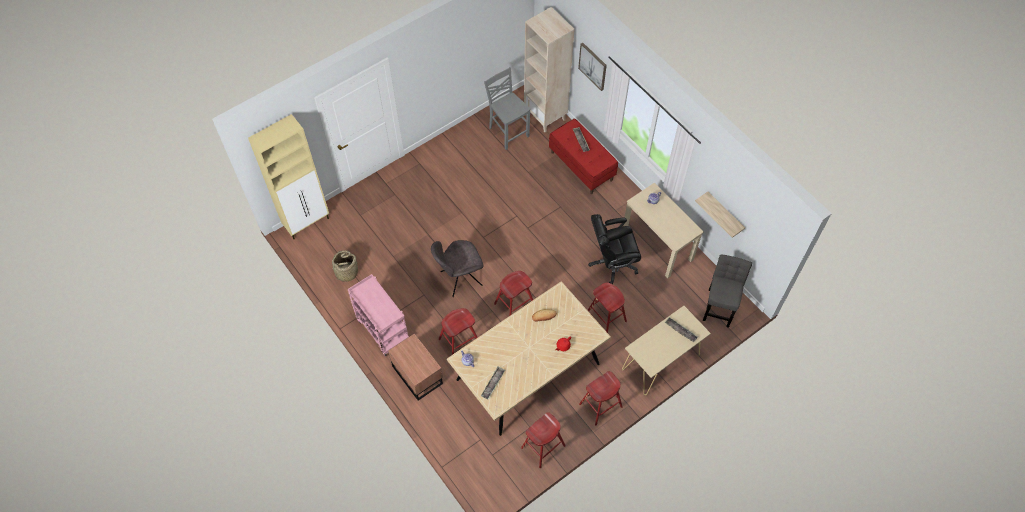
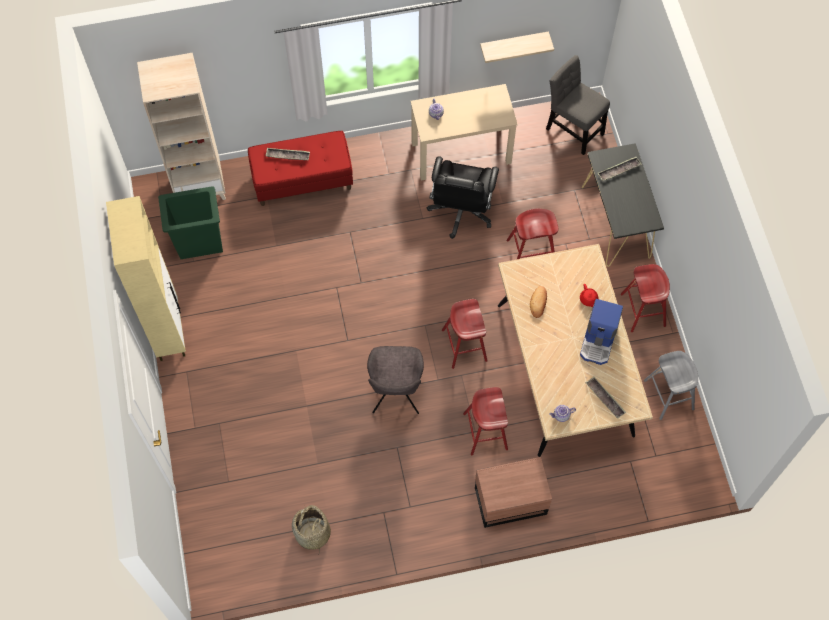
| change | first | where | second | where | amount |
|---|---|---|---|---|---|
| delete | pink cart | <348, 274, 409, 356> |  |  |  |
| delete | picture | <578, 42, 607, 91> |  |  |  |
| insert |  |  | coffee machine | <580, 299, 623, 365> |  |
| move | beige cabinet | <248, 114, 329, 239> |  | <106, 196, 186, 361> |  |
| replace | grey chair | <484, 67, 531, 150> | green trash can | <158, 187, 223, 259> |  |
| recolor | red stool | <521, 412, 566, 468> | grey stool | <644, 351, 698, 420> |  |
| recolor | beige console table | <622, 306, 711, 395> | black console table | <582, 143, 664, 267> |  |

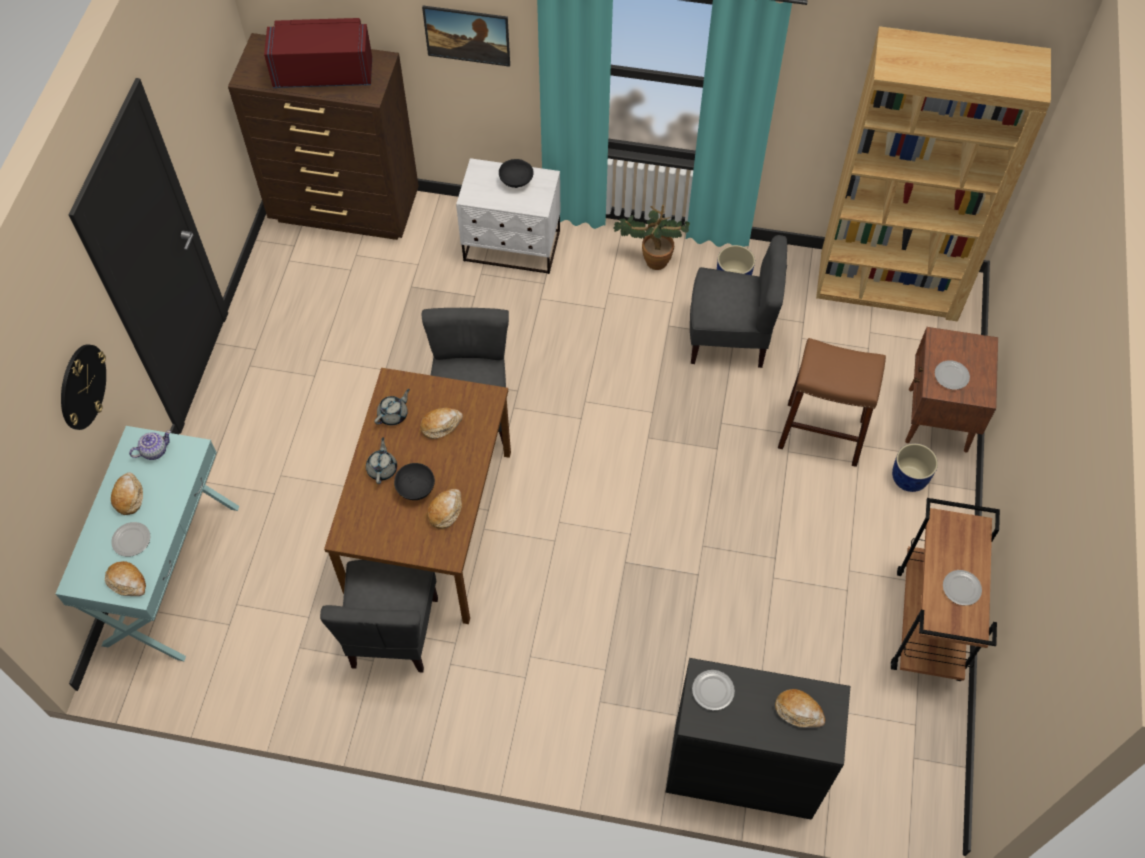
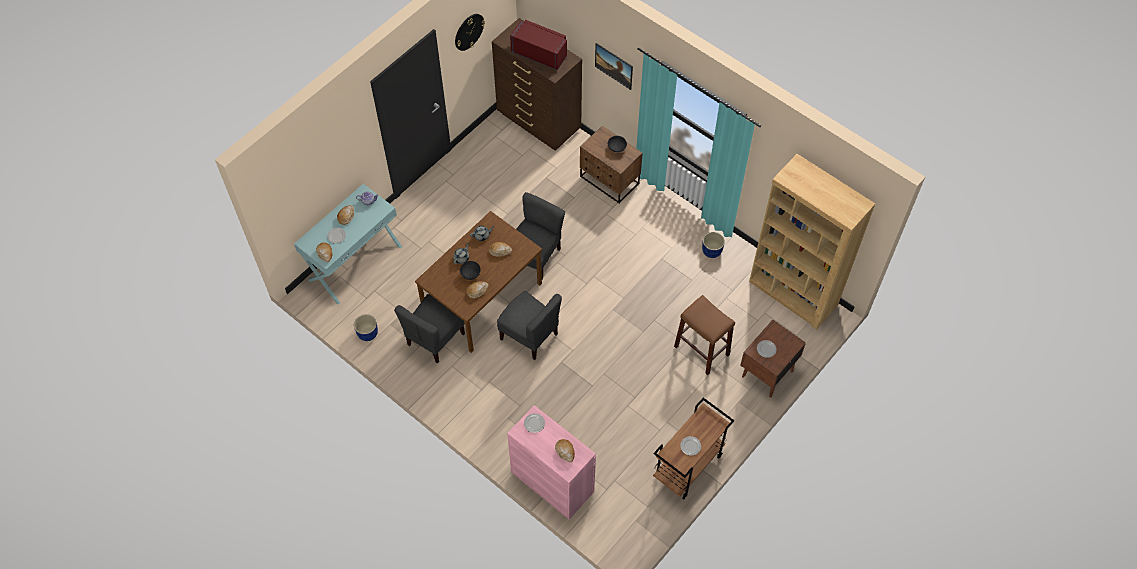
| change | first | where | second | where | amount |
|---|---|---|---|---|---|
| delete | potted plant | <613, 205, 690, 270> |  |  |  |
| move | wall clock | <61, 344, 106, 430> |  | <455, 14, 485, 51> |  |
| move | grey chair | <690, 235, 787, 368> |  | <497, 291, 562, 360> |  |
| move | blue planter | <892, 443, 938, 492> |  | <354, 314, 378, 341> |  |
| recolor | white nightstand | <456, 158, 560, 274> | brown nightstand | <580, 126, 643, 203> |  |
| recolor | black cabinet | <666, 658, 850, 820> | pink cabinet | <507, 405, 596, 520> |  |

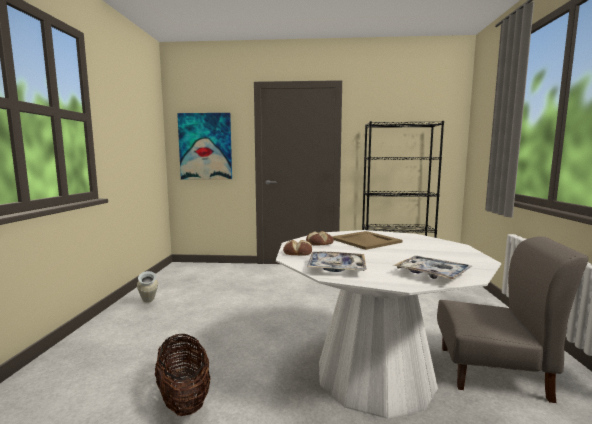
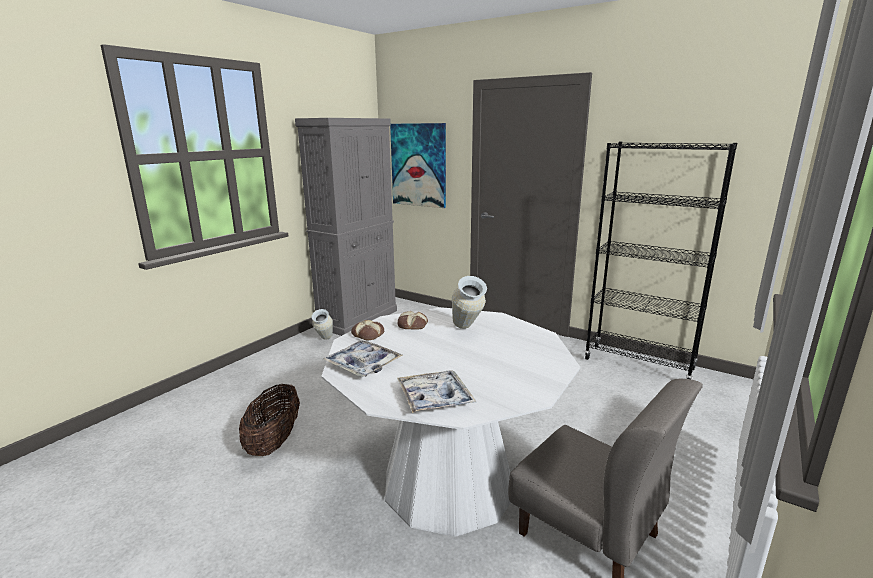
| change | first | where | second | where | amount |
|---|---|---|---|---|---|
| insert |  |  | grey cabinet | <295, 118, 397, 336> |  |
| replace | beige tray | <332, 231, 403, 250> | vase | <452, 276, 487, 329> |  |

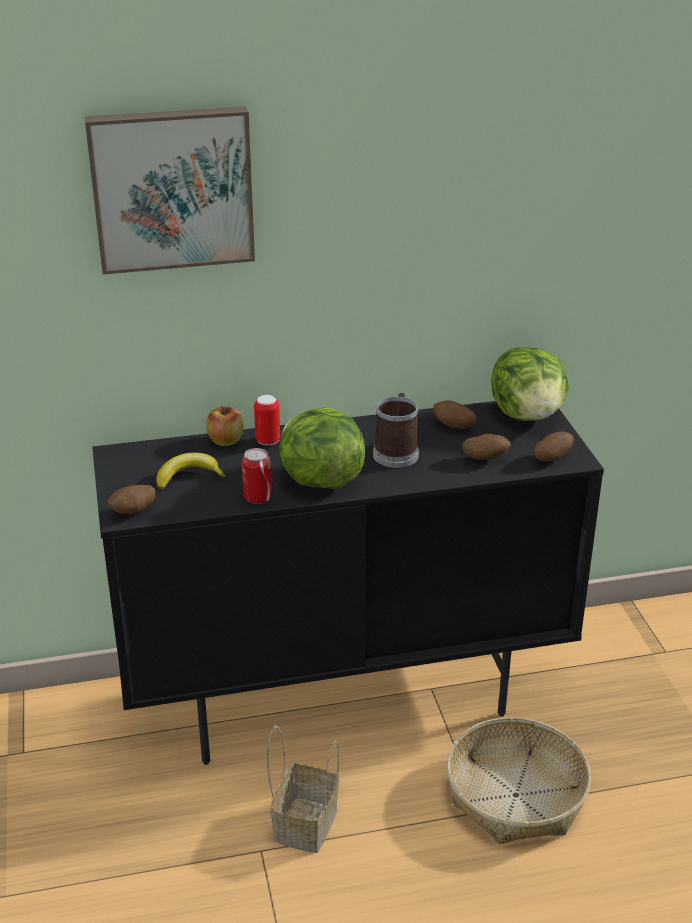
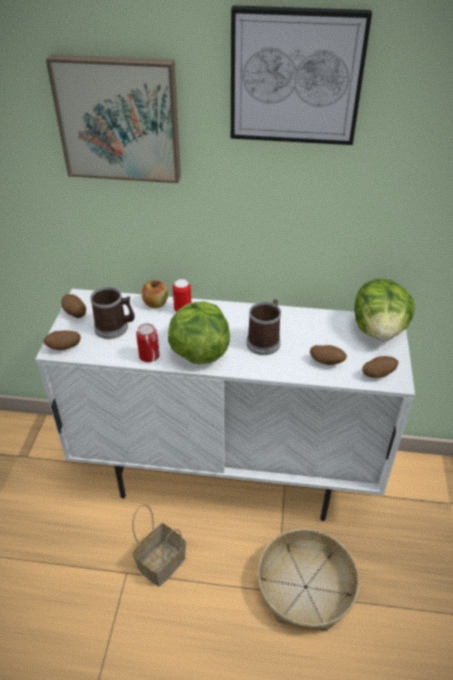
| change | first | where | second | where | amount |
|---|---|---|---|---|---|
| insert |  |  | picture | <231, 5, 372, 145> |  |
| move | potato | <433, 401, 476, 429> |  | <61, 294, 86, 318> |  |
| replace | banana | <156, 453, 225, 490> | mug | <90, 287, 135, 339> |  |
| recolor | black cabinet | <92, 401, 604, 765> | white cabinet | <35, 289, 415, 521> |  |

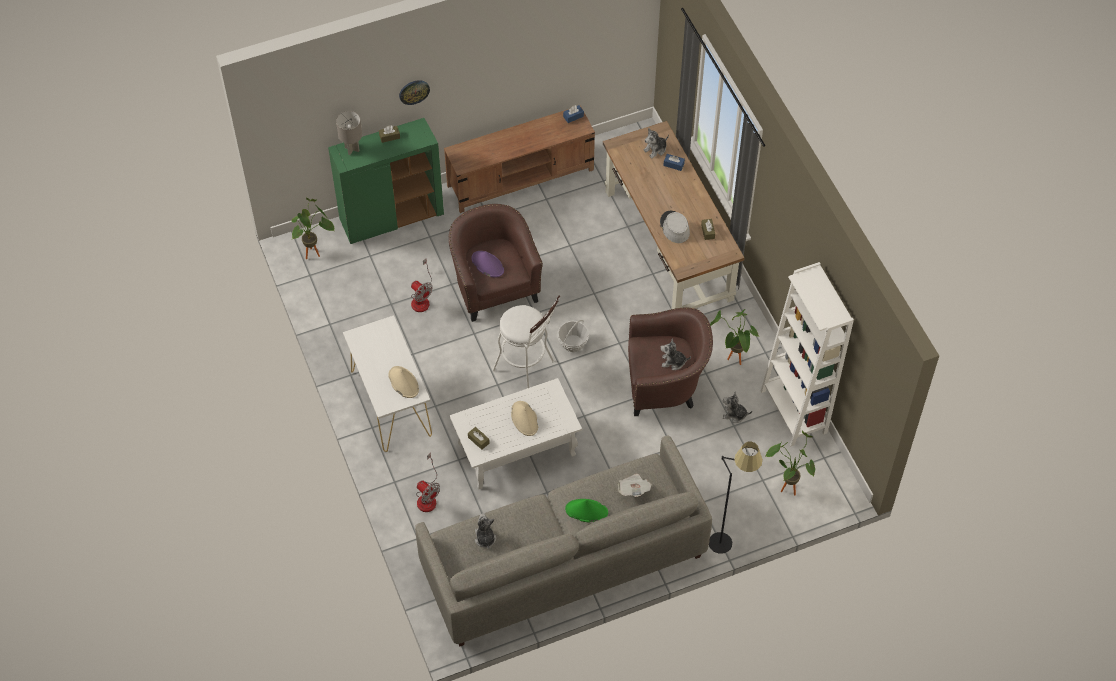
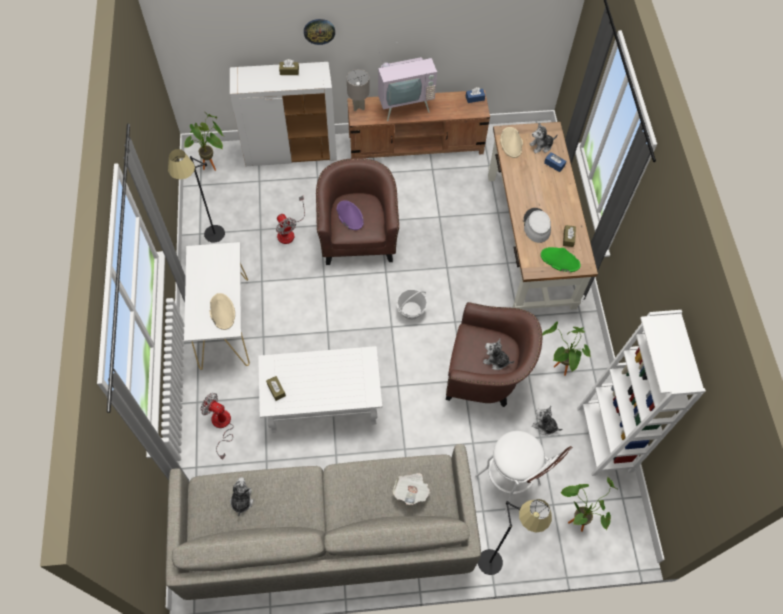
| change | first | where | second | where | amount |
|---|---|---|---|---|---|
| insert |  |  | black floor lamp | <168, 149, 225, 242> |  |
| insert |  |  | television | <378, 43, 437, 121> |  |
| move | grey table lamp | <336, 111, 362, 155> |  | <346, 69, 370, 111> |  |
| move | white stool | <492, 296, 561, 388> |  | <474, 431, 573, 513> |  |
| move | beige hat | <511, 401, 538, 436> |  | <500, 127, 523, 158> |  |
| move | green hat | <565, 499, 608, 523> |  | <541, 247, 581, 272> |  |
| recolor | green cabinet | <328, 118, 444, 244> | white cabinet | <230, 62, 337, 166> |  |
| rotate | fan | <416, 453, 440, 512> |  | <201, 393, 234, 460> | 150 degrees clockwise |

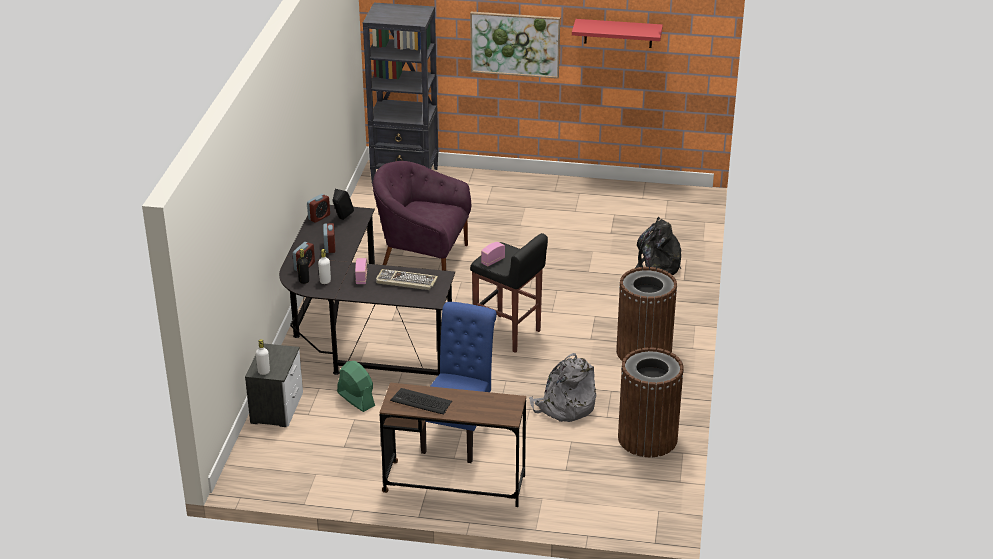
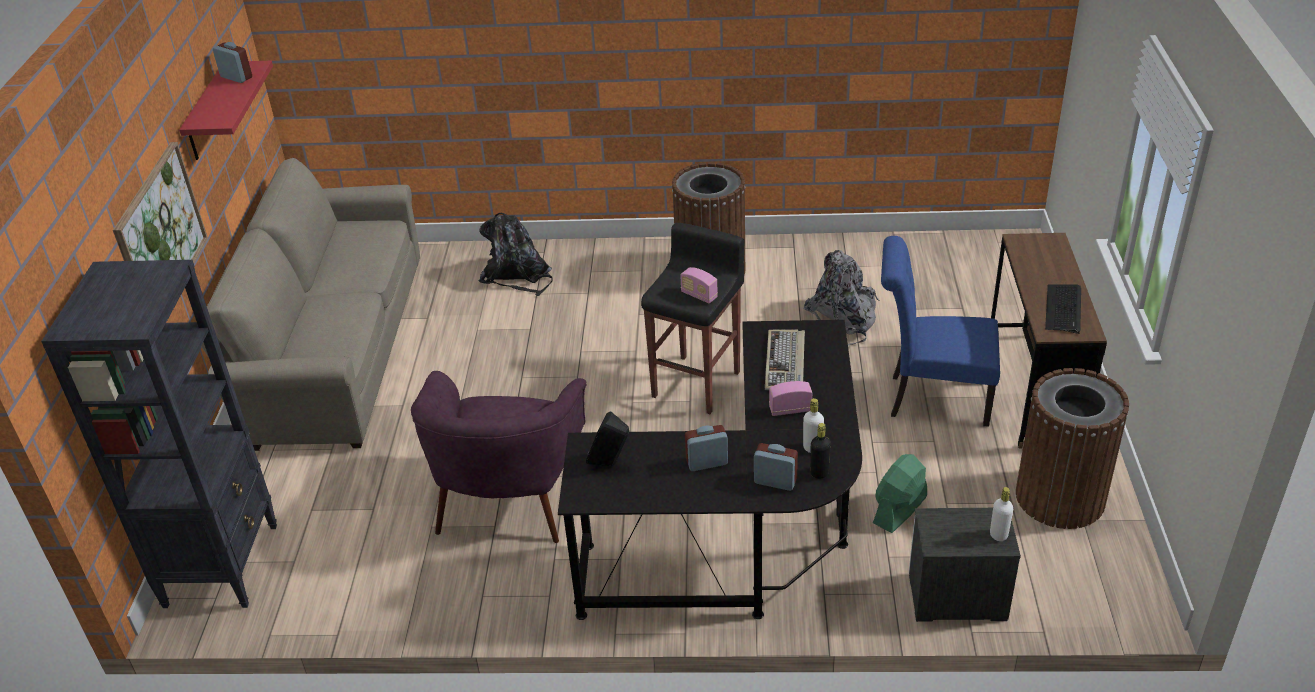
| change | first | where | second | where | amount |
|---|---|---|---|---|---|
| insert |  |  | beige sofa | <201, 158, 420, 451> |  |
| move | alarm clock | <307, 194, 330, 223> |  | <213, 42, 252, 83> |  |
| move | brown trash can | <618, 347, 684, 457> |  | <1016, 368, 1129, 529> |  |

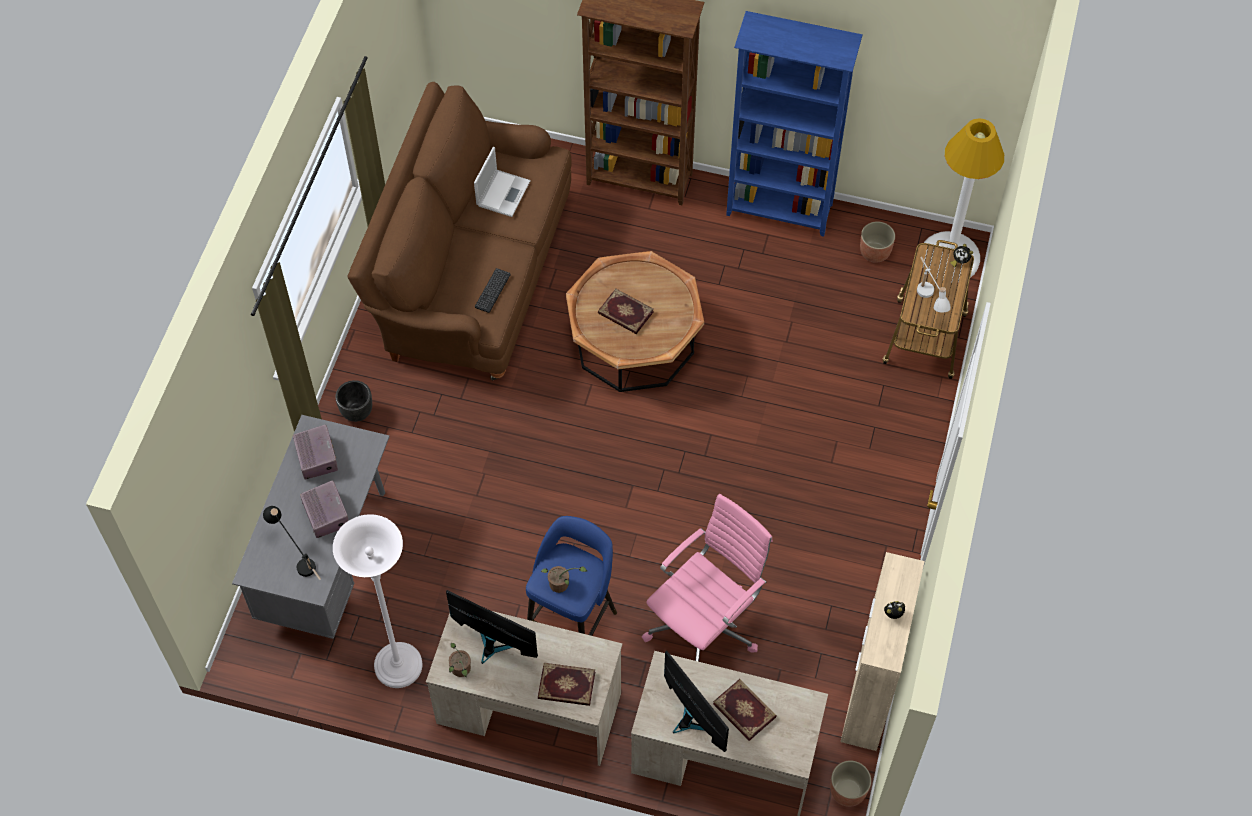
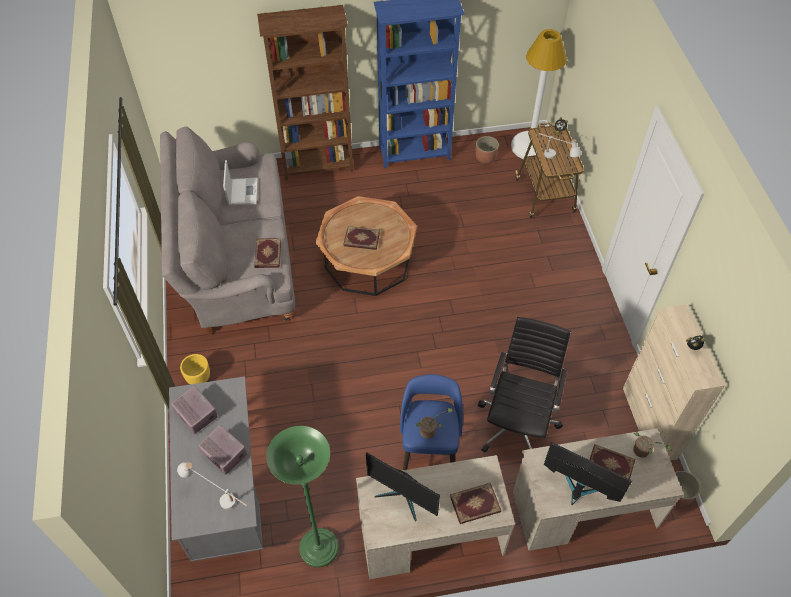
| change | first | where | second | where | amount |
|---|---|---|---|---|---|
| move | potted plant | <449, 643, 471, 677> |  | <633, 432, 672, 458> |  |
| replace | keyboard | <475, 268, 511, 313> | book | <254, 238, 281, 268> |  |
| recolor | black table lamp | <263, 506, 321, 580> | white table lamp | <177, 462, 247, 509> |  |
| recolor | white floor lamp | <333, 514, 422, 688> | green floor lamp | <266, 426, 338, 568> |  |
| recolor | black planter | <335, 380, 372, 422> | yellow planter | <180, 354, 210, 384> |  |
| recolor | brown sofa | <347, 82, 572, 381> | grey sofa | <160, 127, 295, 335> |  |
| recolor | pink office chair | <642, 494, 772, 662> | black office chair | <478, 317, 571, 453> |  |
| rotate | monitor | <446, 590, 538, 664> |  | <366, 452, 440, 522> | 150 degrees counterclockwise |

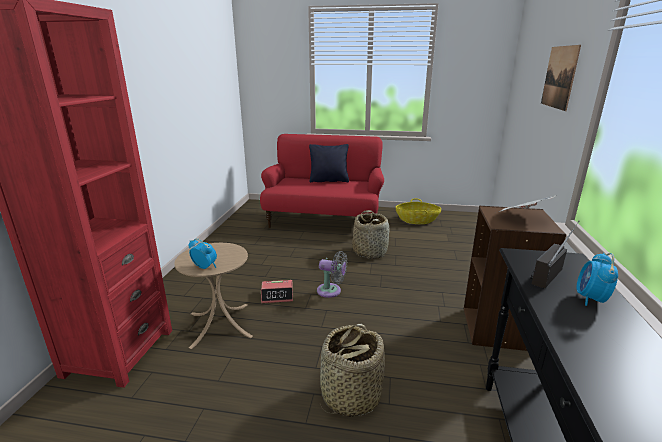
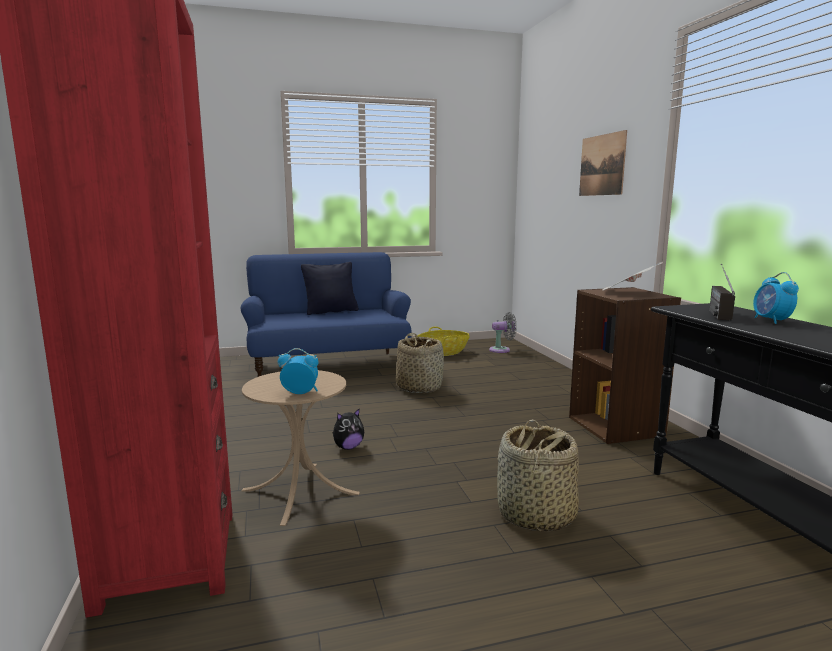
| change | first | where | second | where | amount |
|---|---|---|---|---|---|
| move | grey fan | <317, 251, 347, 298> |  | <489, 312, 517, 353> |  |
| replace | alarm clock | <261, 280, 293, 303> | plush toy | <332, 409, 364, 450> |  |
| recolor | red sofa | <260, 134, 384, 228> | blue sofa | <240, 252, 412, 377> |  |

